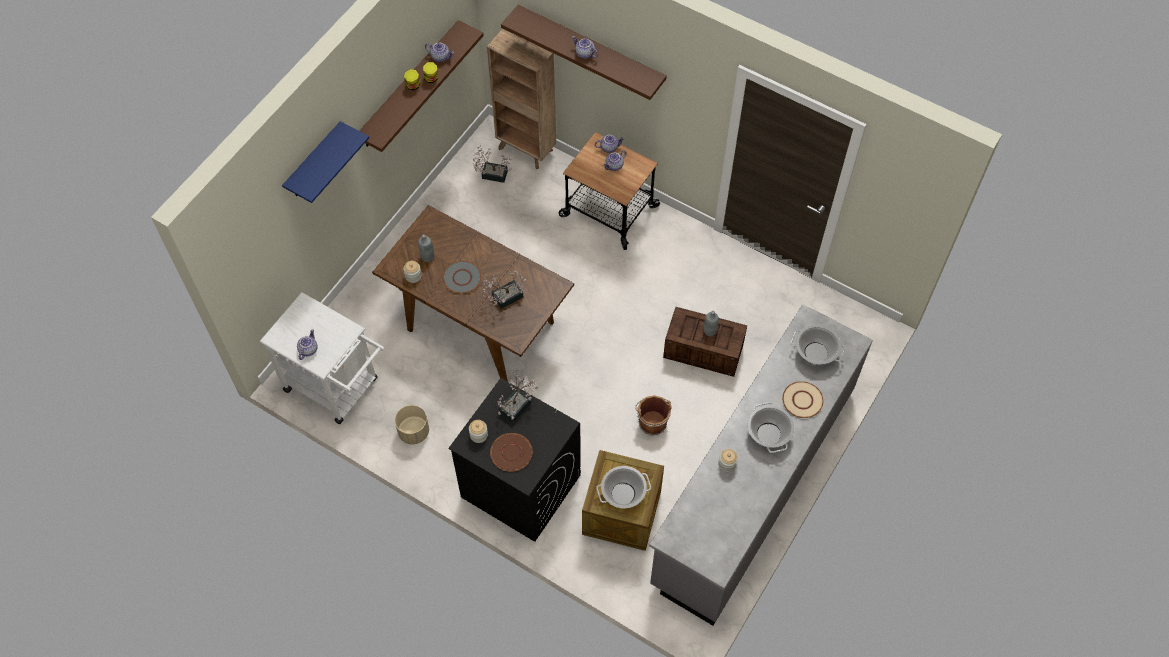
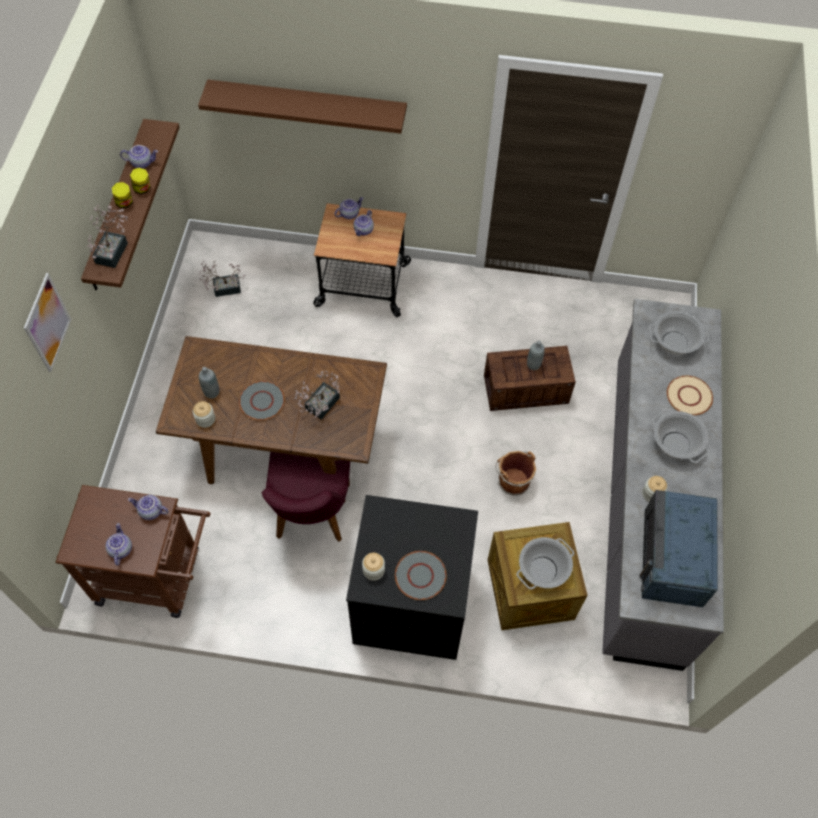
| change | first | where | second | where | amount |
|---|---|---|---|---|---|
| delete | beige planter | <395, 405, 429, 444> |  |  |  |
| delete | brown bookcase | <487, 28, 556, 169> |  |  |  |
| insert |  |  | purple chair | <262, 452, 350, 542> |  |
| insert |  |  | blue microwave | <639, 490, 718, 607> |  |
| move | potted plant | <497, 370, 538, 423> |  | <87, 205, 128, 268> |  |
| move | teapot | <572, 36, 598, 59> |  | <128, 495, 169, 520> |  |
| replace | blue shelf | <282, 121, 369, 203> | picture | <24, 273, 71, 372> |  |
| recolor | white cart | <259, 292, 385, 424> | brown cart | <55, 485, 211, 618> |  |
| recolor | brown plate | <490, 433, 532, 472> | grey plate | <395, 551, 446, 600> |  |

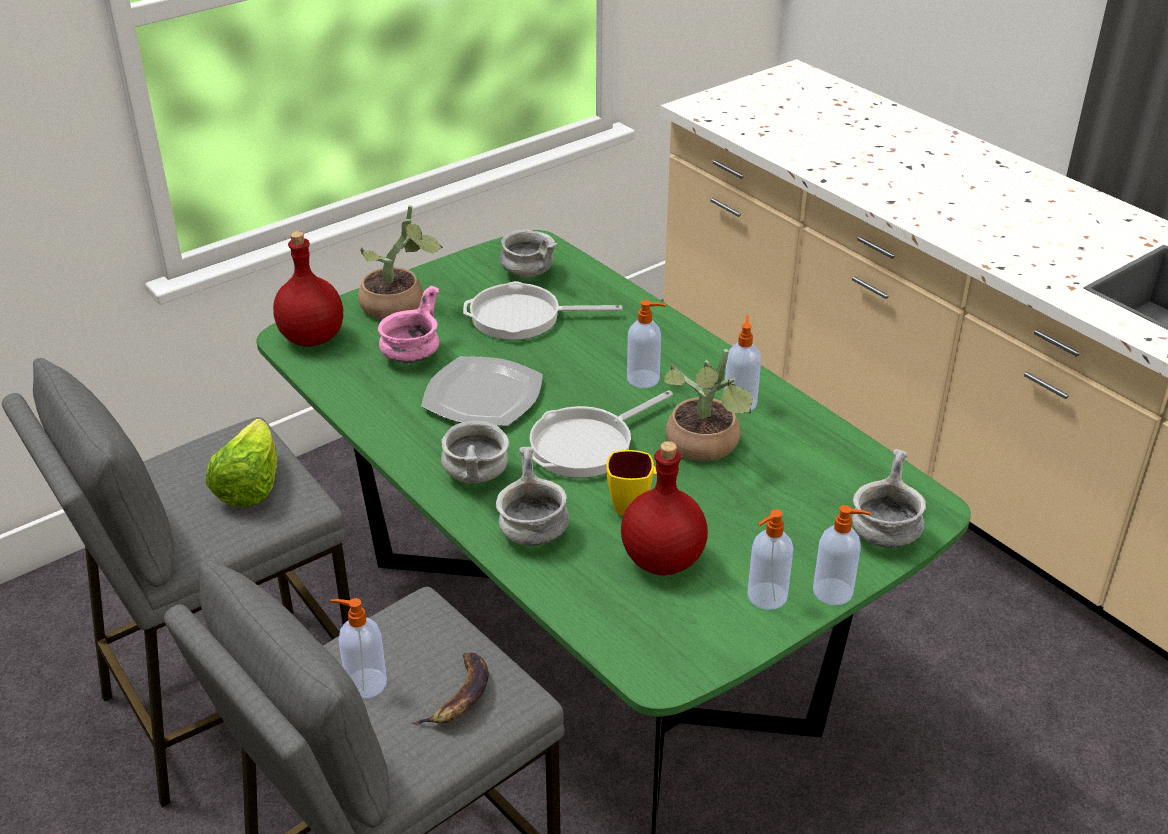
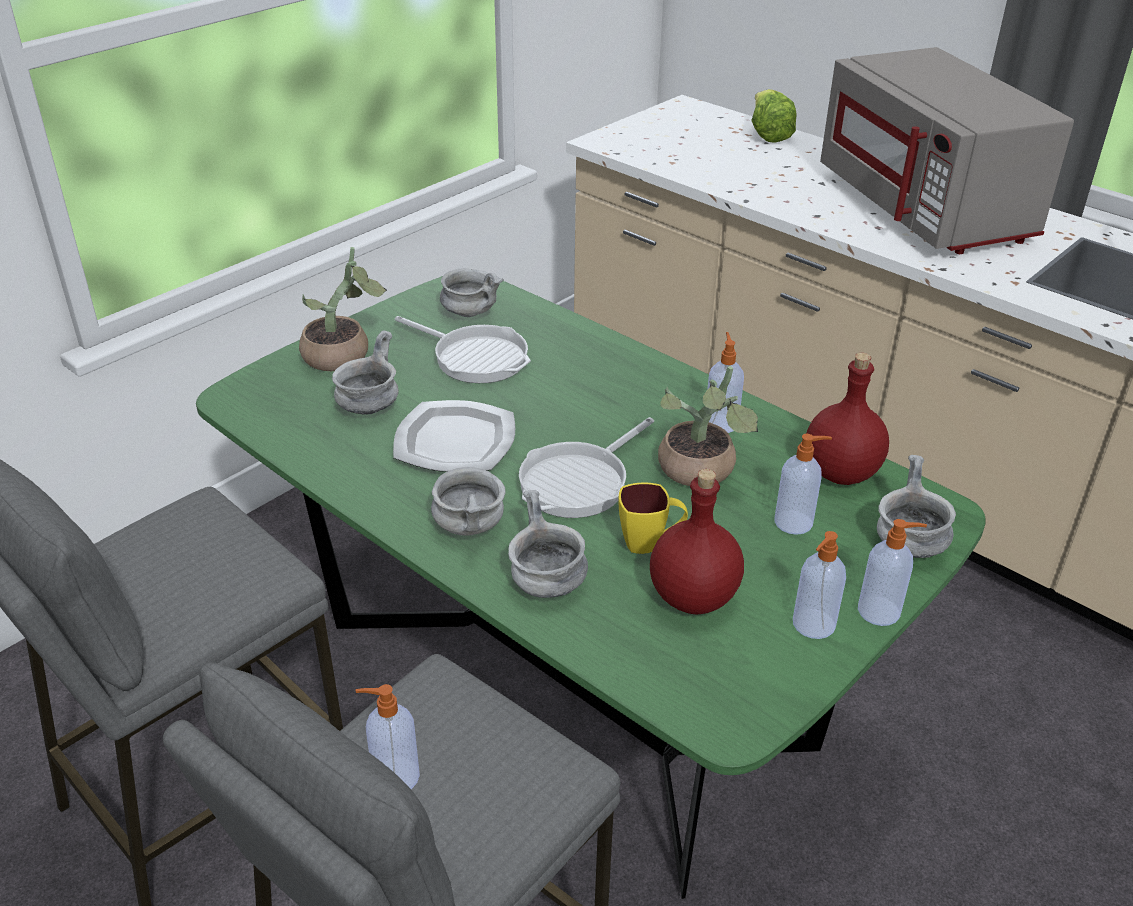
| change | first | where | second | where | amount |
|---|---|---|---|---|---|
| delete | banana | <412, 653, 489, 725> |  |  |  |
| insert |  |  | grey microwave | <820, 47, 1074, 254> |  |
| move | lettuce | <206, 419, 277, 507> |  | <751, 89, 797, 143> |  |
| move | red bottle | <273, 231, 343, 347> |  | <806, 353, 889, 485> |  |
| move | soap dispenser | <627, 300, 666, 388> |  | <774, 434, 832, 535> |  |
| recolor | pink bowl | <378, 286, 439, 364> | grey bowl | <332, 330, 399, 415> |  |
| rotate | frying pan | <463, 281, 622, 340> |  | <395, 316, 531, 383> | 135 degrees counterclockwise |

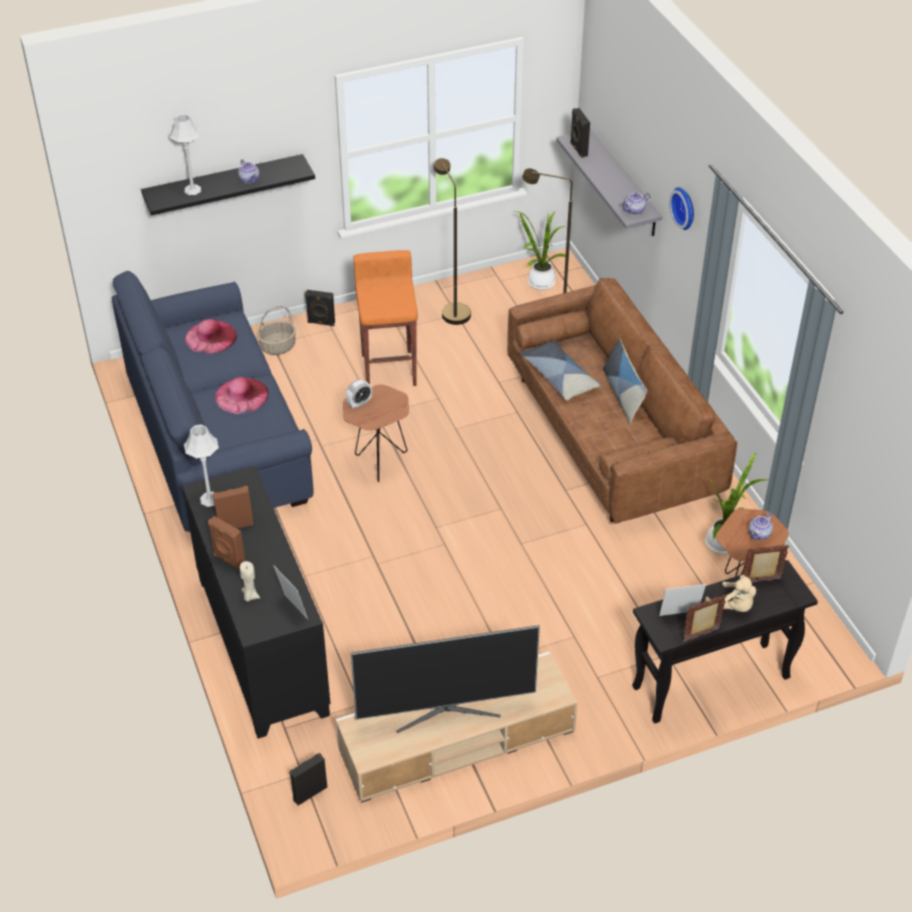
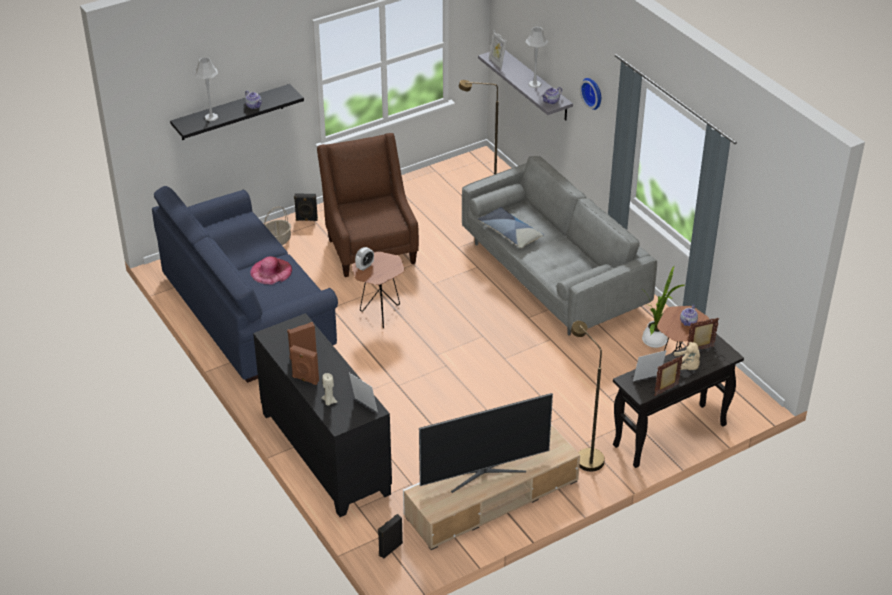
| change | first | where | second | where | amount |
|---|---|---|---|---|---|
| delete | pink hat | <185, 319, 237, 354> |  |  |  |
| delete | potted plant | <514, 211, 566, 290> |  |  |  |
| delete | pillow | <603, 338, 647, 423> |  |  |  |
| move | grey table lamp | <184, 425, 219, 507> |  | <525, 27, 548, 88> |  |
| move | brown floor lamp | <434, 158, 471, 325> |  | <571, 321, 605, 472> |  |
| replace | orange stool | <354, 250, 418, 386> | brown armchair | <317, 133, 419, 277> |  |
| replace | black speaker | <570, 108, 590, 158> | picture frame | <489, 30, 507, 69> |  |
| recolor | brown sofa | <507, 278, 737, 524> | grey sofa | <462, 156, 657, 335> |  |

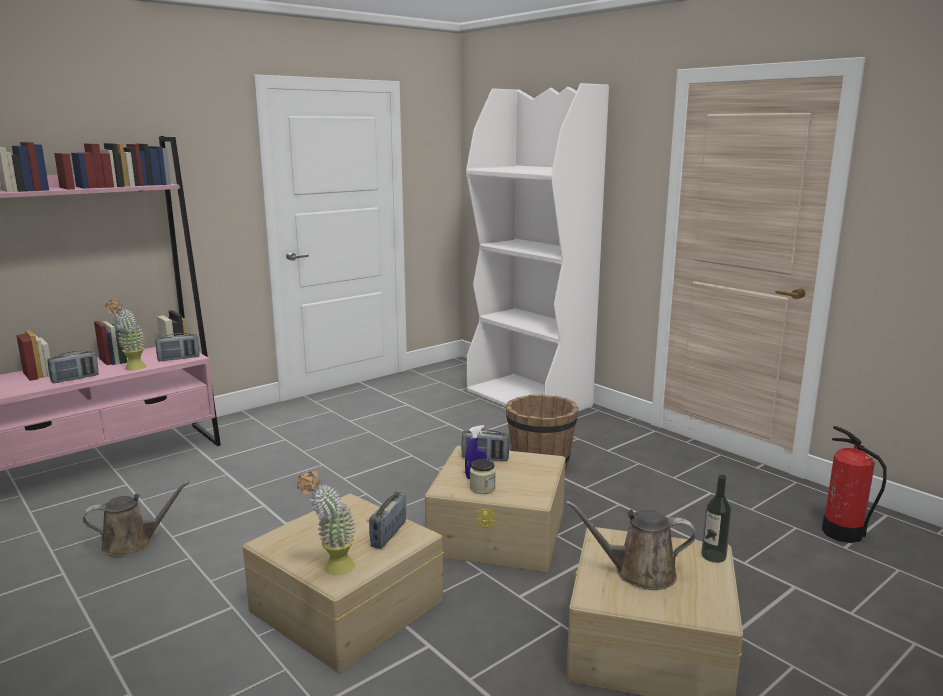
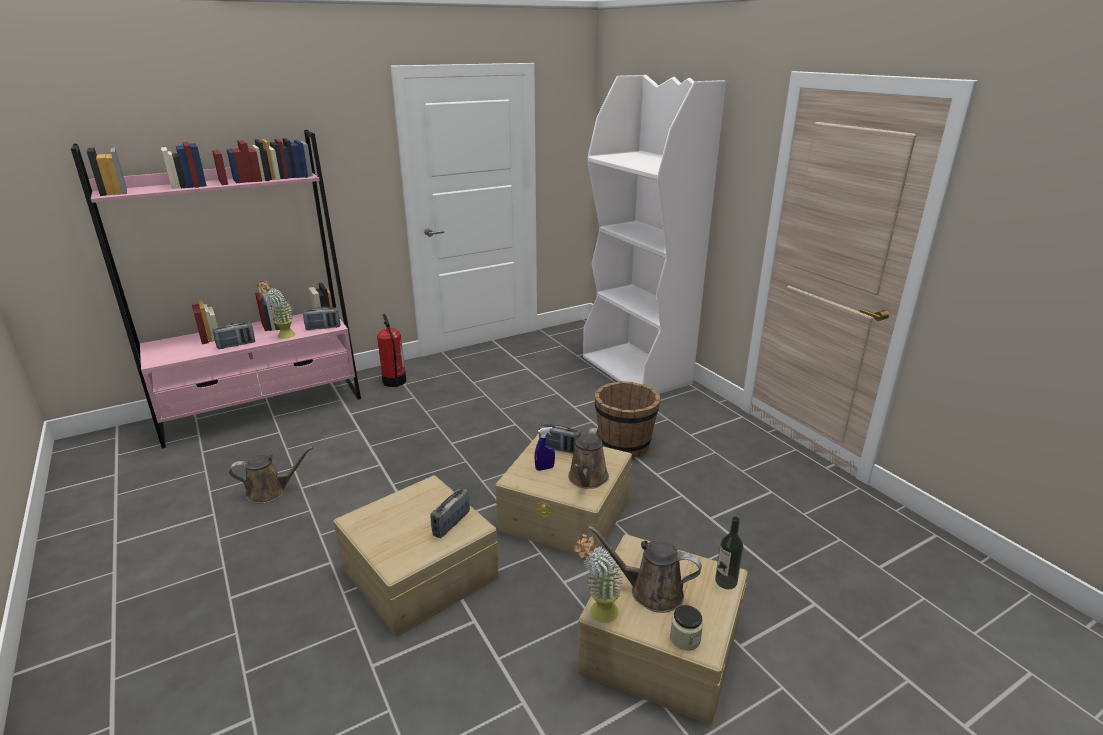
| change | first | where | second | where | amount |
|---|---|---|---|---|---|
| insert |  |  | brown watering can | <568, 428, 609, 489> |  |
| move | potted plant | <297, 470, 356, 575> |  | <574, 534, 623, 623> |  |
| move | jar | <470, 459, 496, 494> |  | <670, 605, 703, 651> |  |
| move | fire extinguisher | <822, 426, 887, 543> |  | <377, 314, 406, 387> |  |

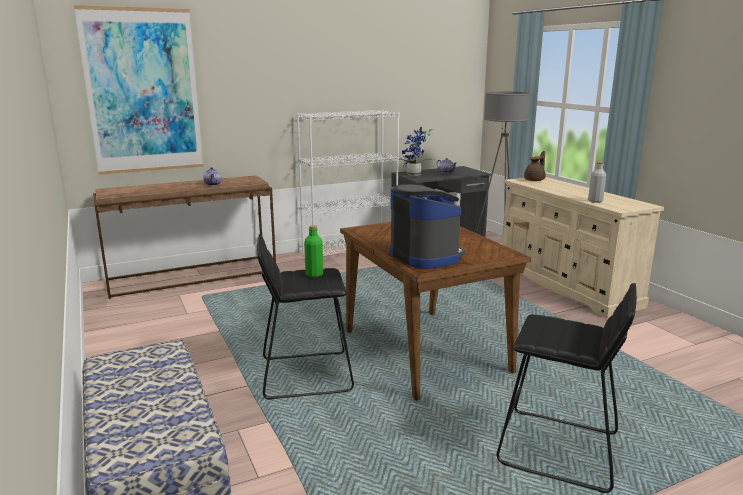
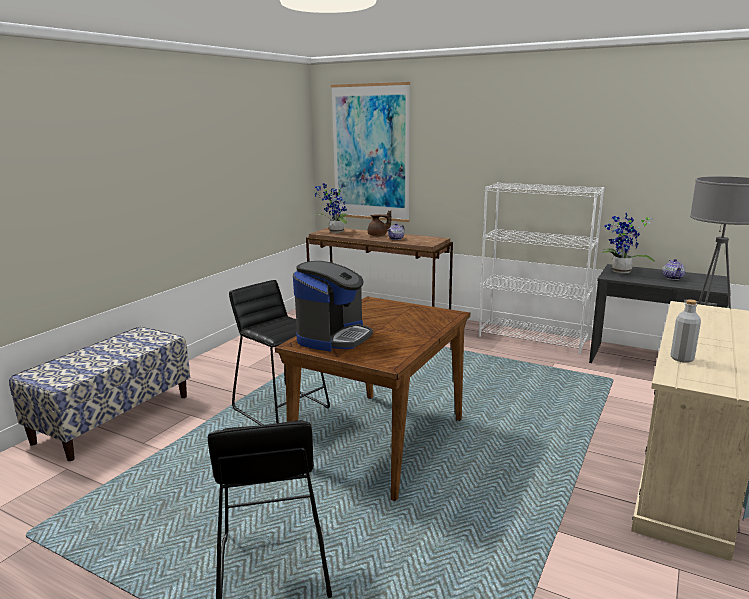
| change | first | where | second | where | amount |
|---|---|---|---|---|---|
| delete | green bottle | <304, 225, 323, 278> |  |  |  |
| insert |  |  | potted plant | <314, 183, 348, 233> |  |
| move | brown teapot | <524, 151, 546, 181> |  | <368, 210, 391, 236> |  |

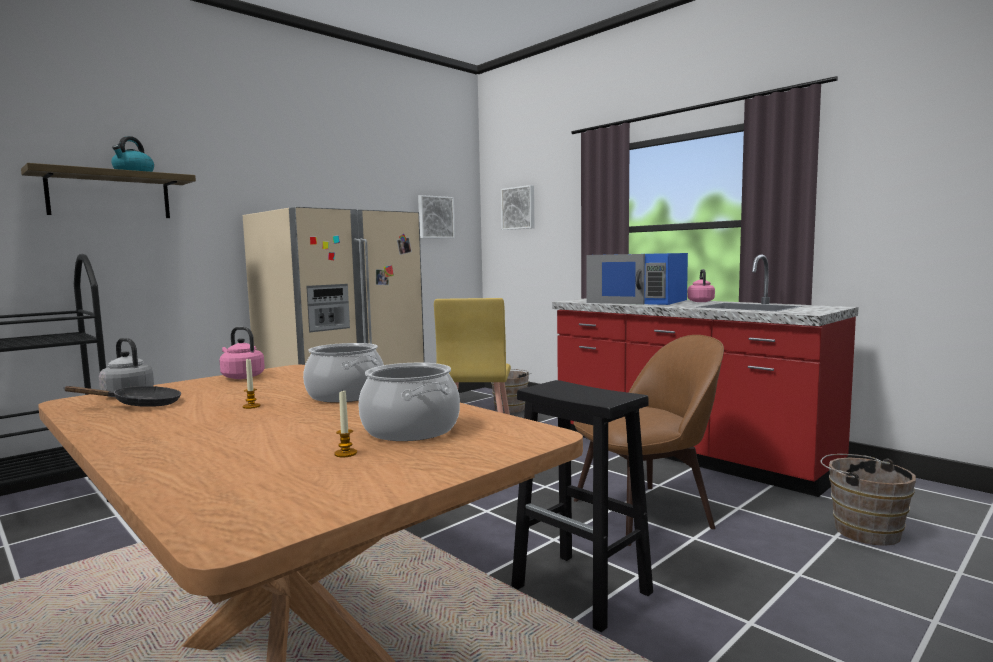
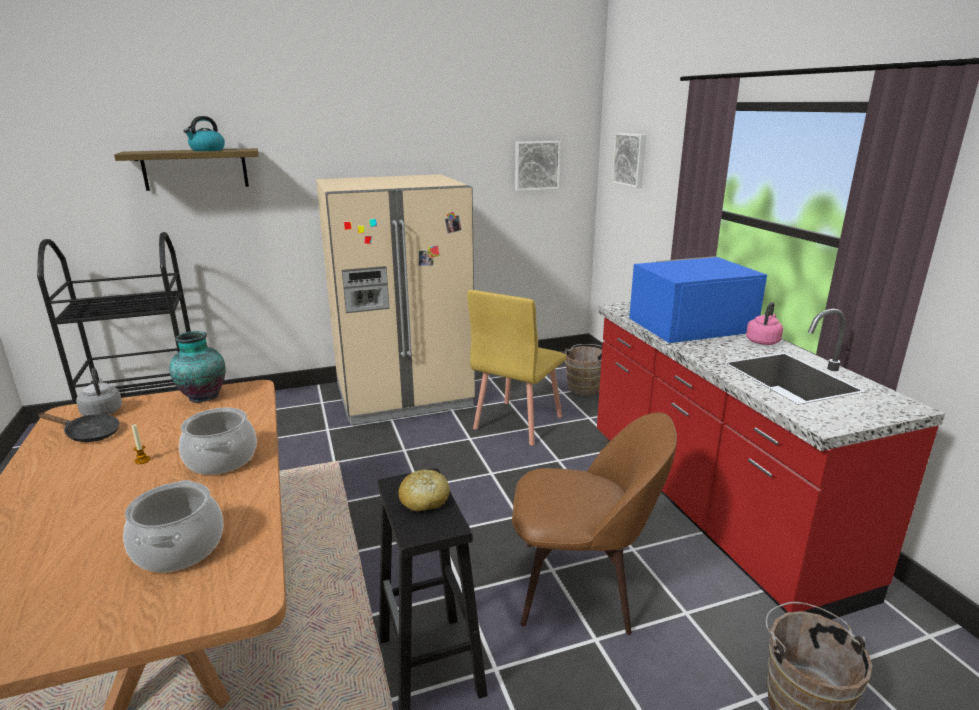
| change | first | where | second | where | amount |
|---|---|---|---|---|---|
| delete | candle | <334, 389, 357, 457> |  |  |  |
| insert |  |  | bread | <399, 470, 450, 511> |  |
| replace | pink kettle | <220, 327, 265, 379> | vase | <170, 331, 225, 403> |  |
| rotate | blue microwave | <586, 253, 688, 305> |  | <629, 256, 767, 343> | 105 degrees clockwise |

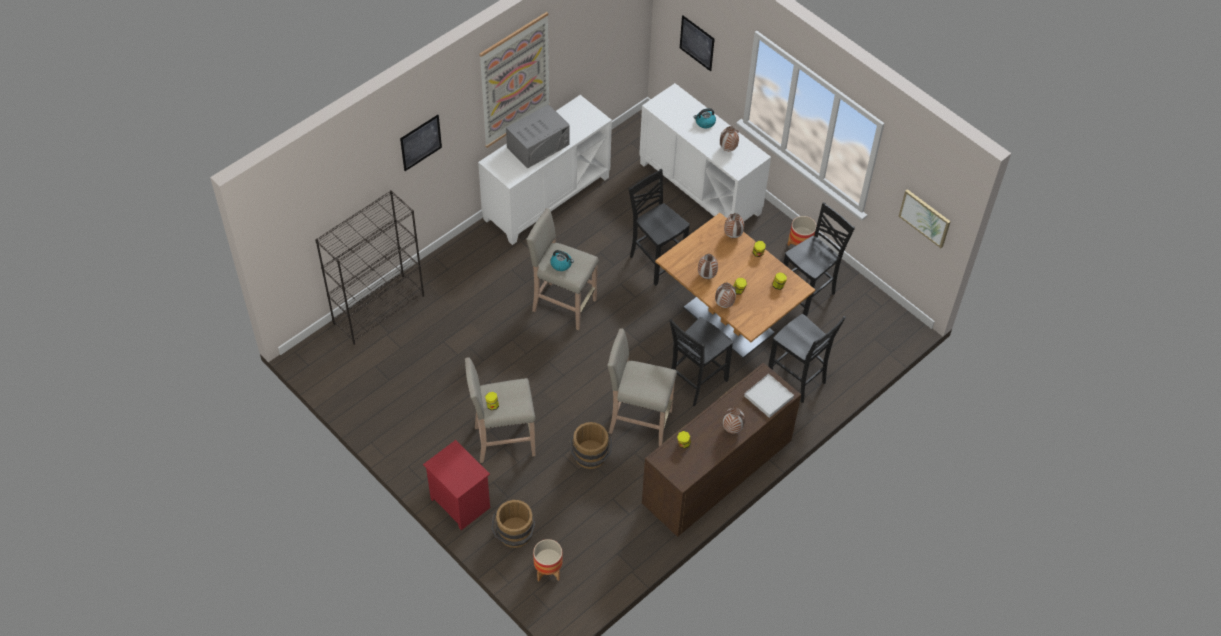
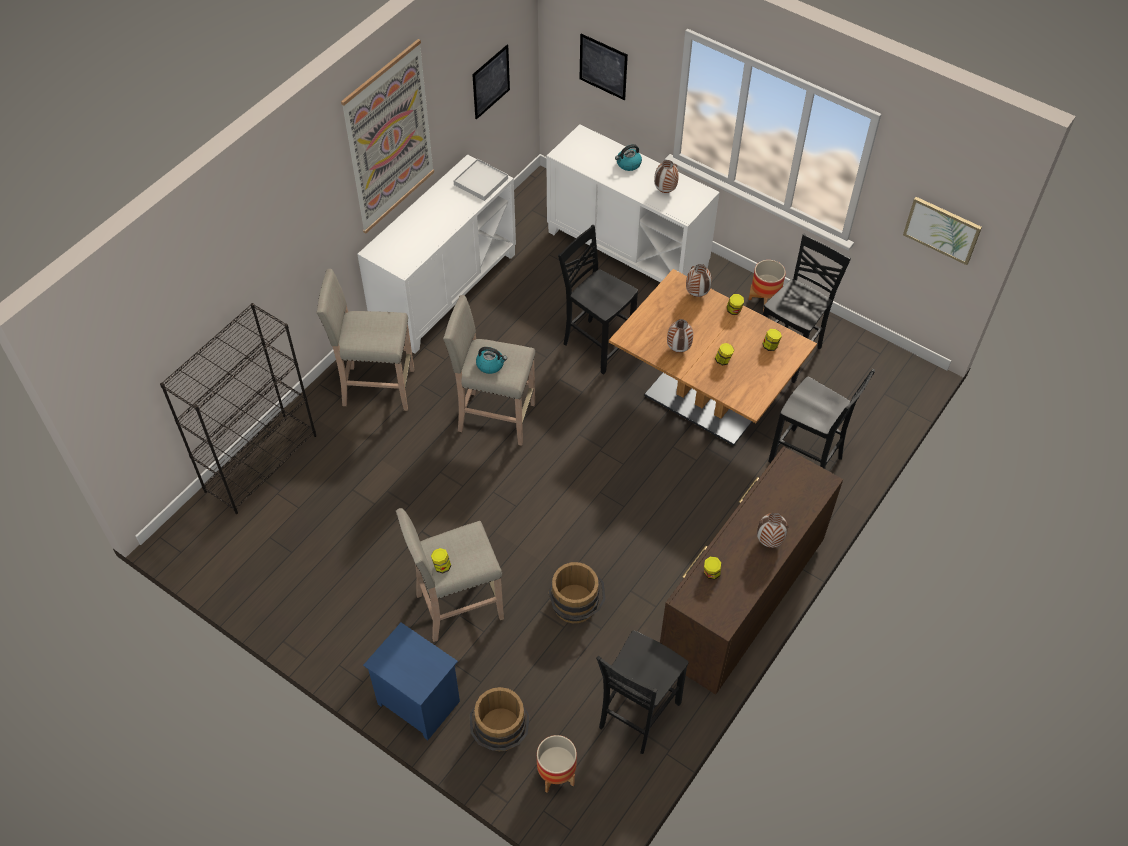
| change | first | where | second | where | amount |
|---|---|---|---|---|---|
| delete | grey microwave | <506, 104, 569, 168> |  |  |  |
| delete | vase | <715, 283, 736, 308> |  |  |  |
| move | picture | <400, 115, 442, 171> |  | <472, 45, 510, 120> |  |
| move | beige stool | <607, 328, 677, 446> |  | <316, 269, 414, 411> |  |
| move | black chair | <669, 317, 733, 406> |  | <596, 630, 689, 754> |  |
| move | white tray | <744, 374, 794, 418> |  | <453, 159, 508, 201> |  |
| recolor | red nightstand | <423, 440, 490, 530> | blue nightstand | <363, 622, 460, 740> |  |

